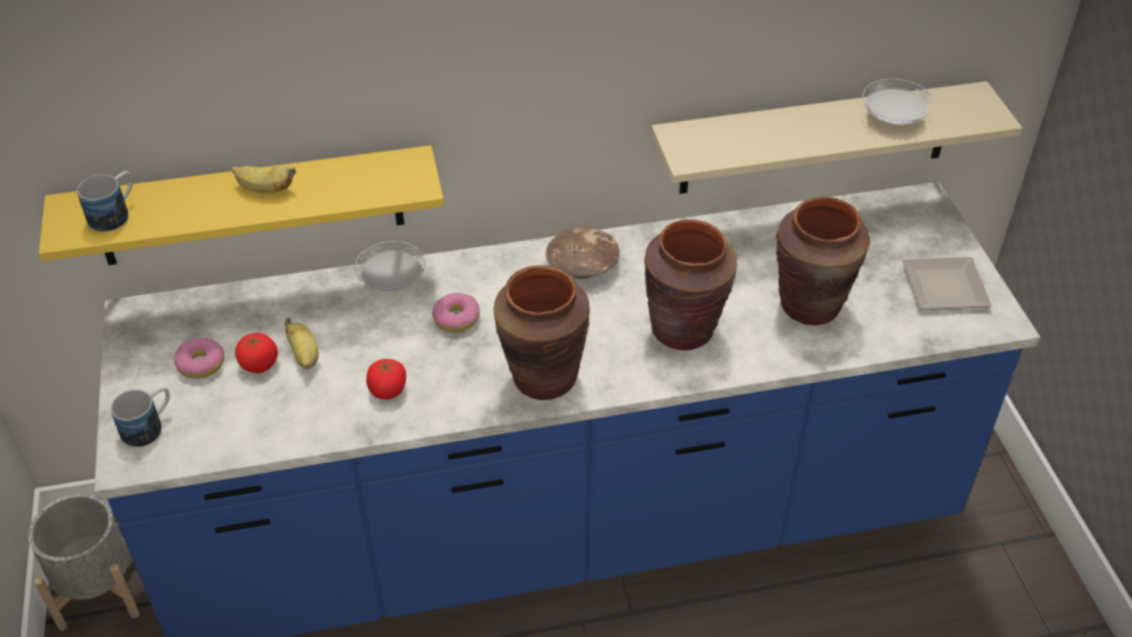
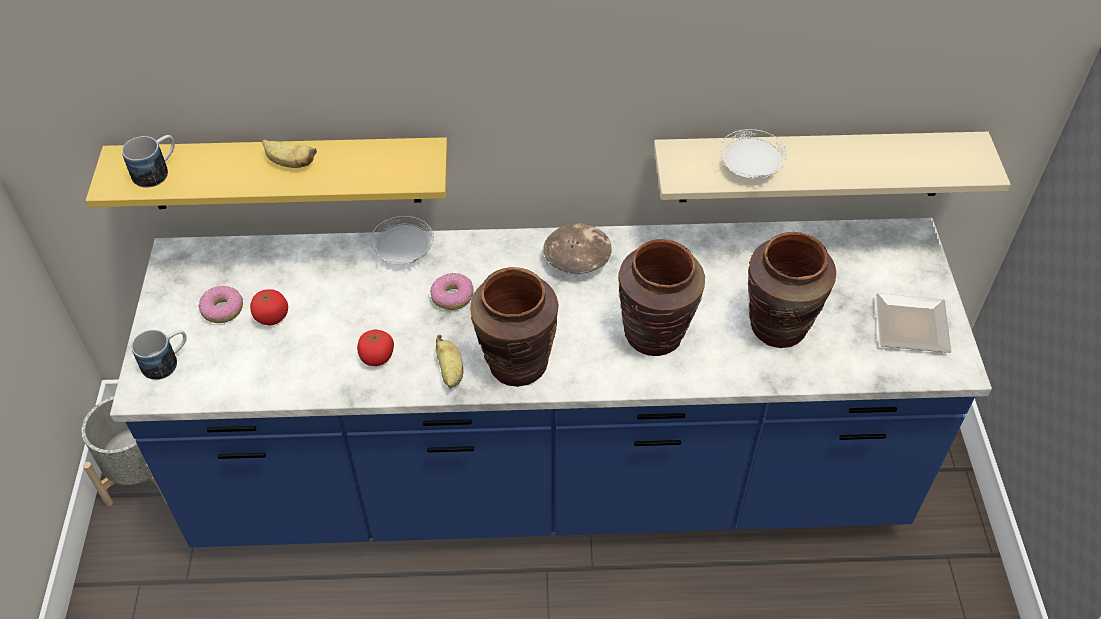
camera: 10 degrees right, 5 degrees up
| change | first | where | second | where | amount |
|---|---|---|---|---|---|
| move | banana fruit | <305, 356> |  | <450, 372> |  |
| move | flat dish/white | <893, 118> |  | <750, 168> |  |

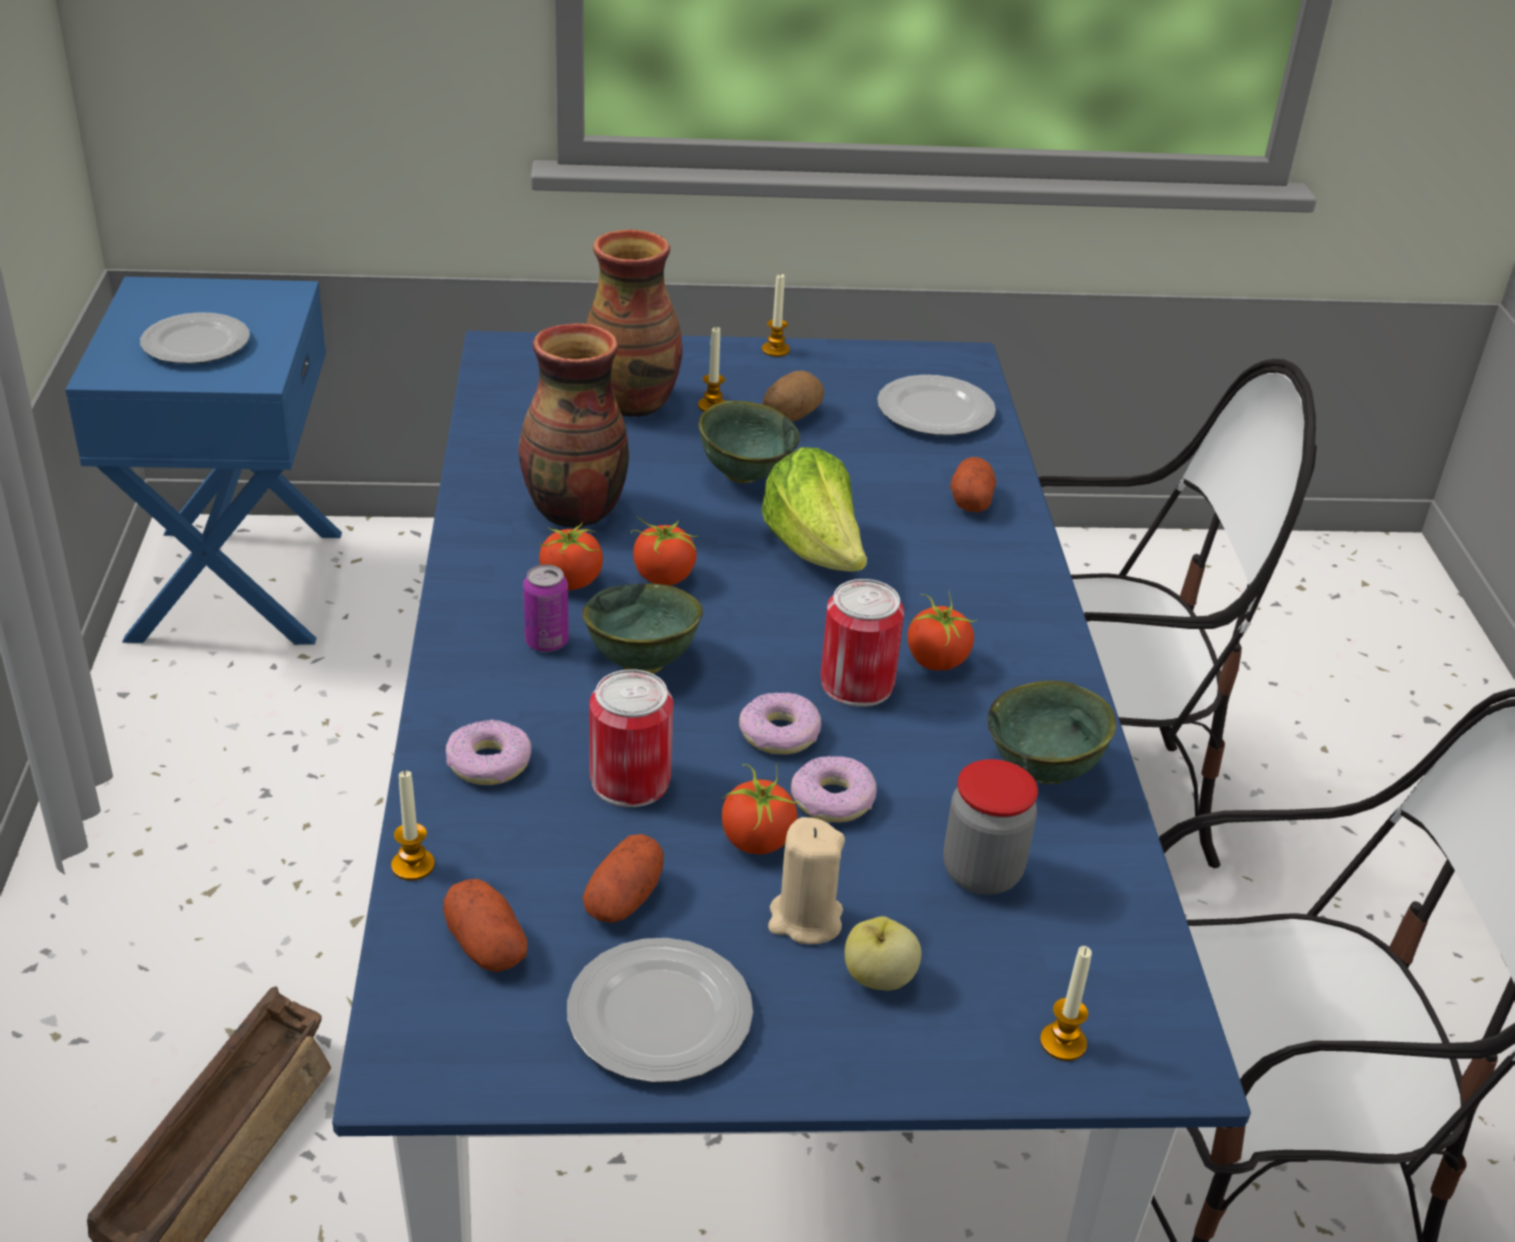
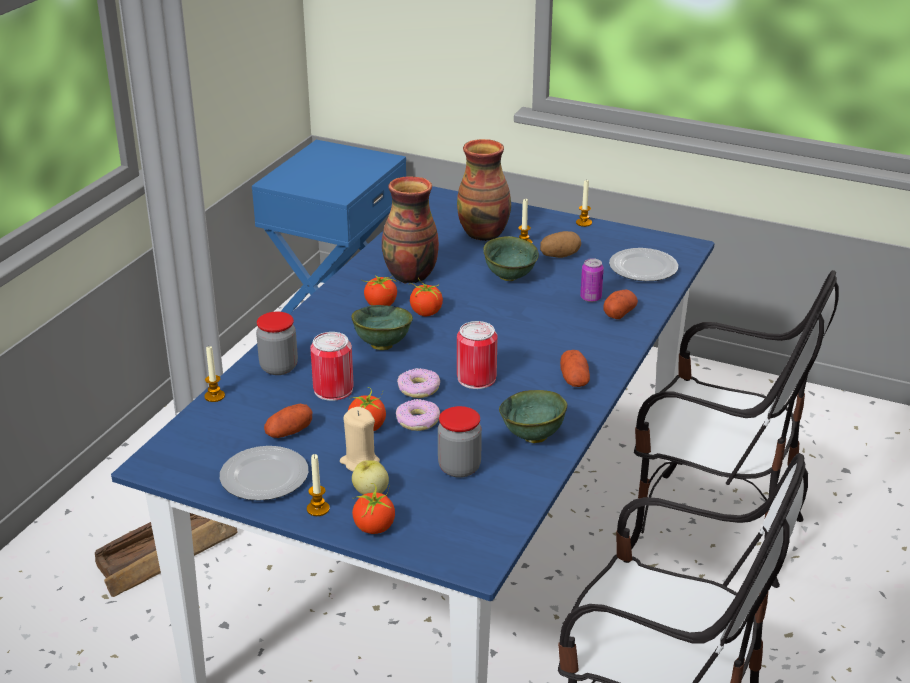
camera: 30 degrees right, 5 degrees down
| change | first | where | second | where | amount |
|---|---|---|---|---|---|
| delete | flat dish | <195, 344> |  |  |  |
| move | spud | <486, 945> |  | <574, 379> |  |
| replace | donut | <489, 763> | preserve jar | <279, 367> |  |
| move | can | <546, 642> |  | <590, 298> |  |
| delete | lettuce | <816, 552> |  |  |  |
| move | fresh tomato | <936, 661> |  | <374, 527> |  |
| move | wax candle | <1063, 1043> |  | <318, 509> |  |

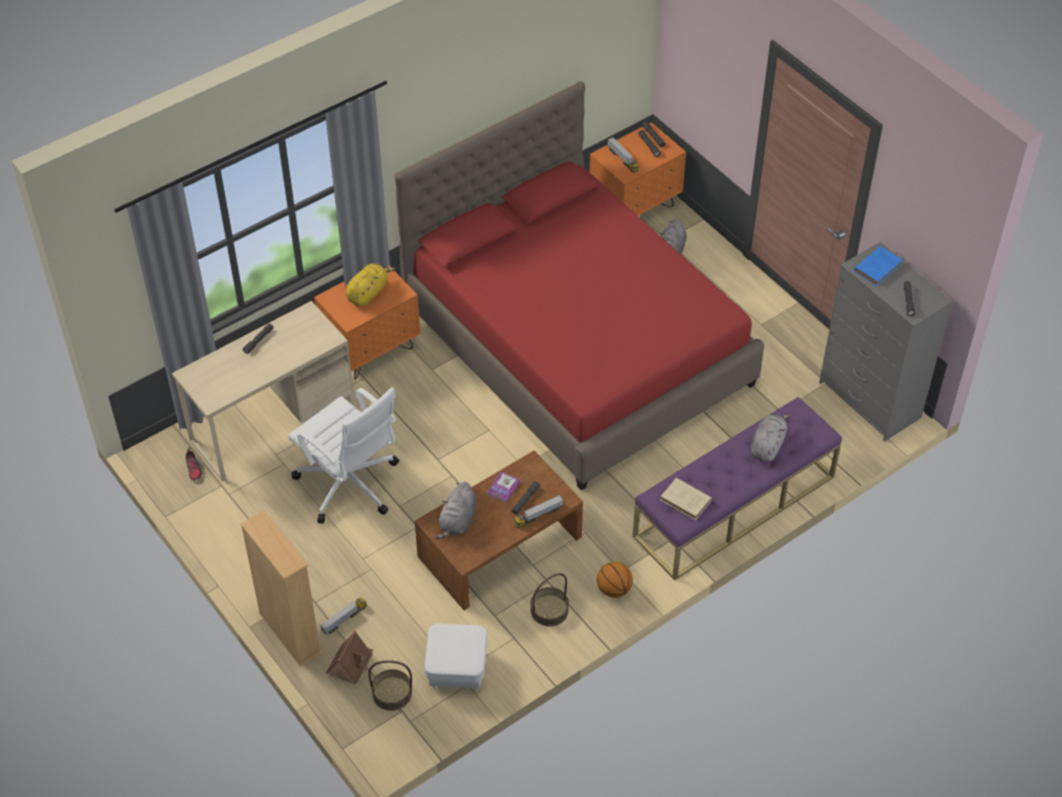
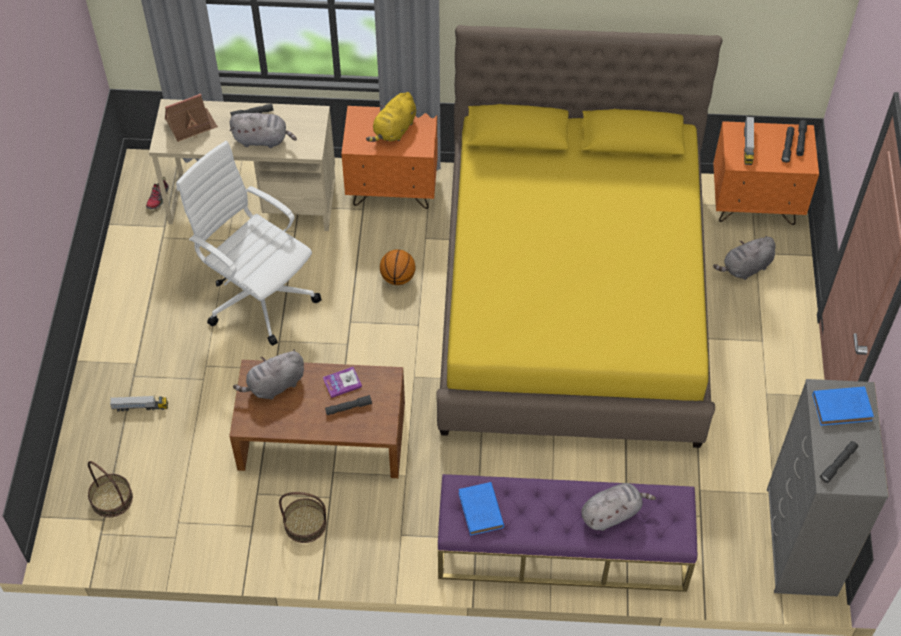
camera: 40 degrees right, 5 degrees up
| change | first | where | second | where | amount |
|---|---|---|---|---|---|
| delete | bookshelf/beige | <290, 633> |  |  |  |
| rotate | office chair/white | <350, 486> |  | <258, 295> | 135 degrees clockwise |
| move | model house | <350, 663> |  | <191, 125> |  |
| rotate | soft toy/yellow-coloured | <368, 293> |  | <394, 130> | 135 degrees clockwise |
| recolor | bedroom bed/red-coloured | <578, 345> | bedroom bed/yellow-coloured | <572, 300> |  |
| delete | pouffe/white | <457, 669> |  |  |  |
| delete | toy lorry | <538, 515> |  |  |  |
| move | ball for basketball | <614, 589> |  | <398, 277> |  |
| recolor | volume/beige | <686, 501> | volume/bluish | <481, 511> |  |
| insert |  |  | soft toy/gray | <263, 140> |  |

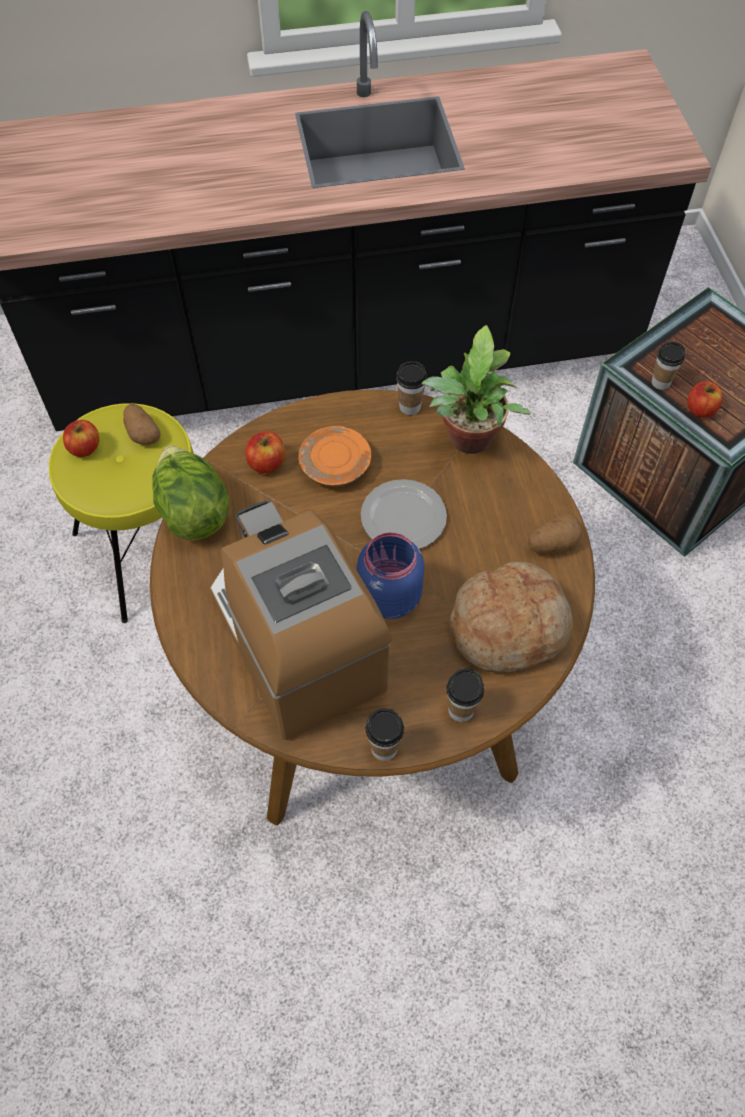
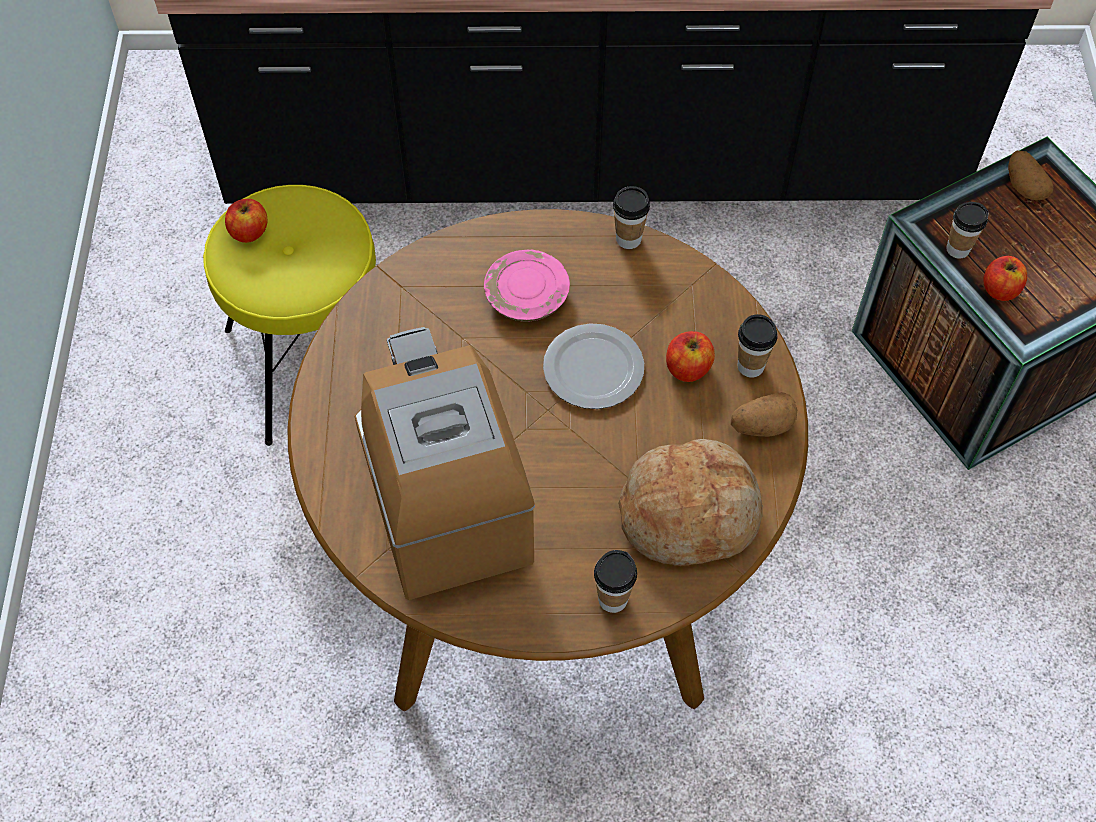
camera: 10 degrees right, 0 degrees up
| change | first | where | second | where | amount |
|---|---|---|---|---|---|
| move | spud | <142, 433> |  | <1023, 186> |  |
| delete | lettuce | <193, 511> |  |  |  |
| move | apple | <266, 463> |  | <687, 368> |  |
| recolor | flat dish/orange-coloured | <335, 465> | flat dish/pinkish | <527, 296> |  |
| delete | preserve jar/bluish | <387, 597> |  |  |  |
| move | small cup | <384, 748> |  | <750, 366> |  |
| delete | potted plant | <468, 442> |  |  |  |

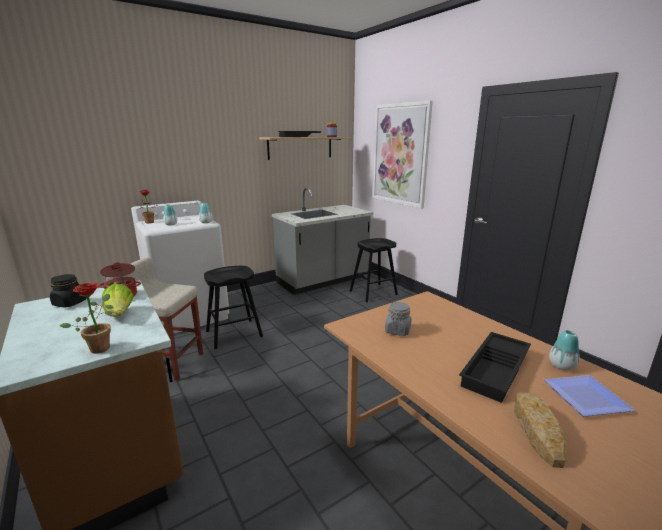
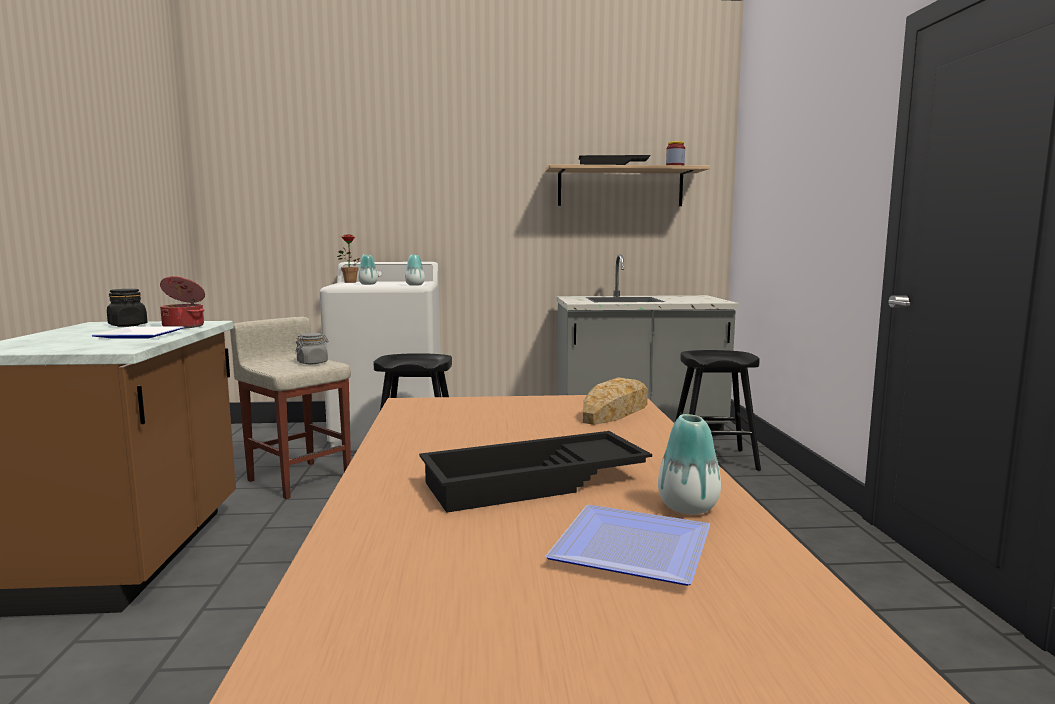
camera: 30 degrees right, 10 degrees down
| change | first | where | second | where | amount |
|---|---|---|---|---|---|
| delete | potted plant | <101, 346> |  |  |  |
| replace | lettuce | <120, 315> | flat dish | <143, 335> |  |
| delete | wall art | <400, 155> |  |  |  |
| move | preserve jar/gray | <397, 330> |  | <312, 363> |  |
| move | bakery bread | <536, 430> |  | <615, 412> |  |

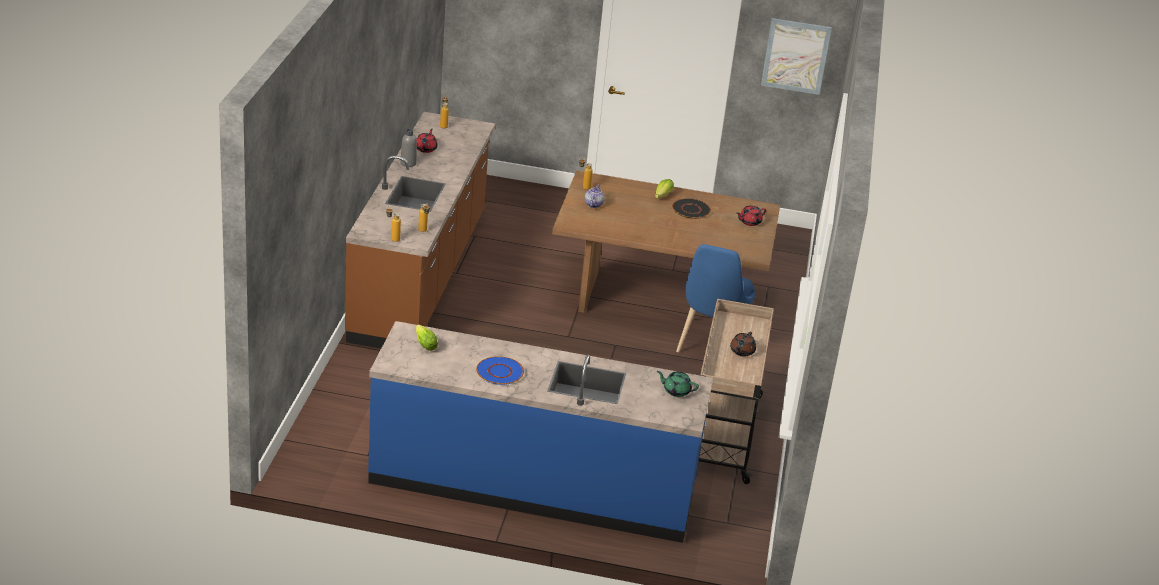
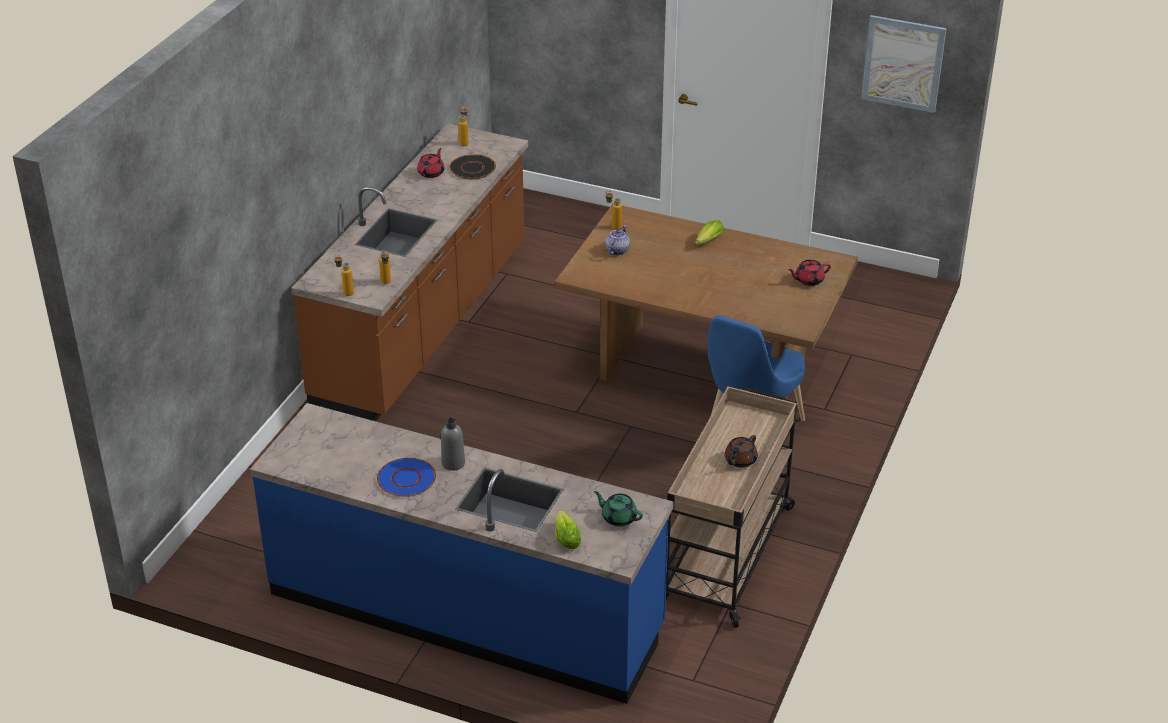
camera: 15 degrees right, 5 degrees up
| change | first | where | second | where | amount |
|---|---|---|---|---|---|
| move | drink bottle/gray | <408, 163> |  | <453, 463> |  |
| move | lettuce | <424, 343> |  | <566, 537> |  |
| move | flat dish/black | <691, 209> |  | <472, 168> |  |

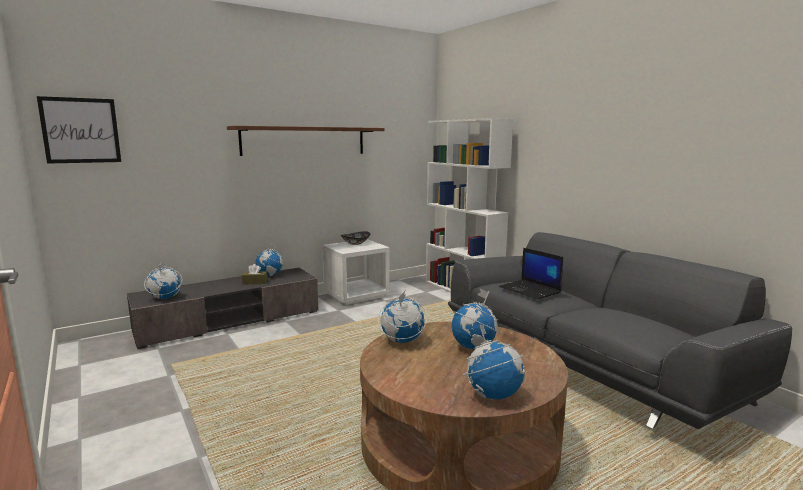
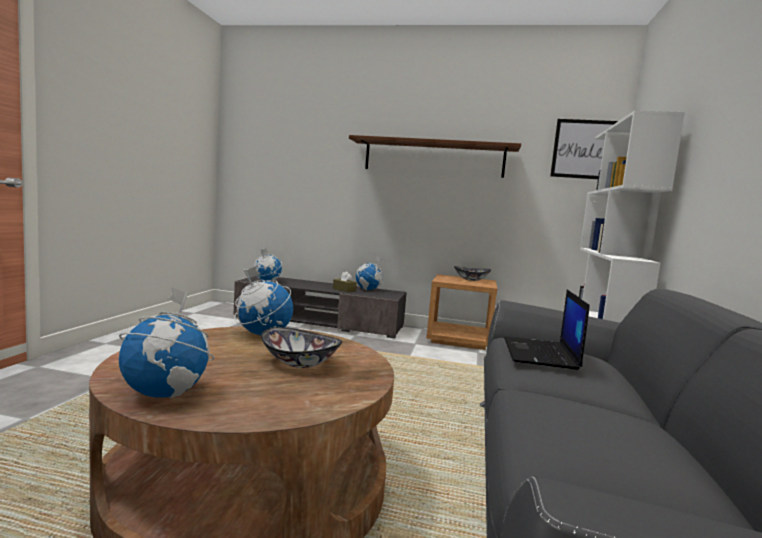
camera: 45 degrees right, 5 degrees down
| change | first | where | second | where | amount |
|---|---|---|---|---|---|
| move | wall art | <81, 130> |  | <583, 149> |  |
| recolor | nightstand/white | <356, 295> | nightstand/brown-coloured | <459, 340> |  |
| replace | desk globe | <474, 347> | serving bowl | <299, 363> |  |

